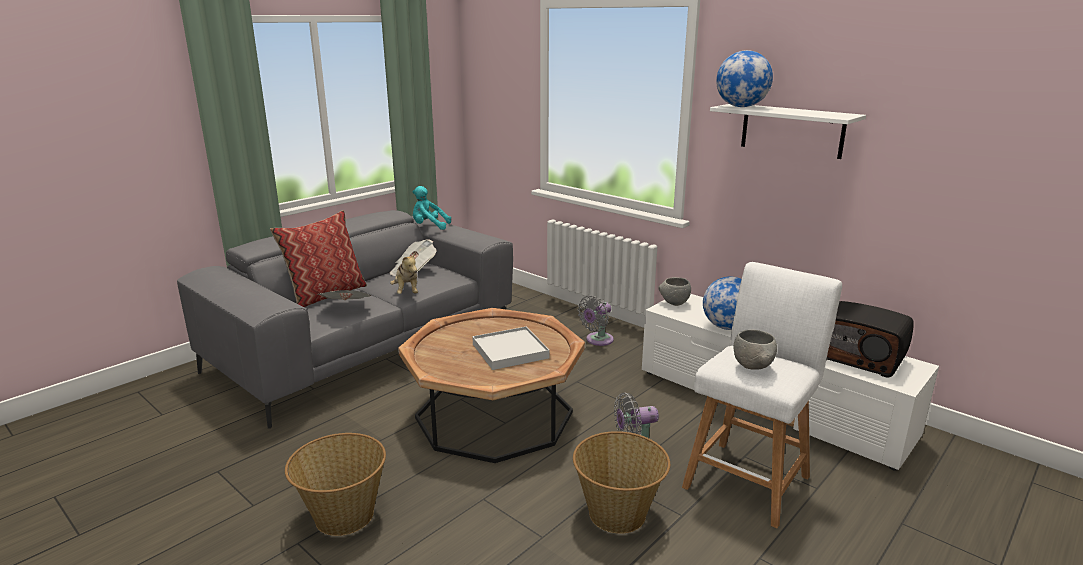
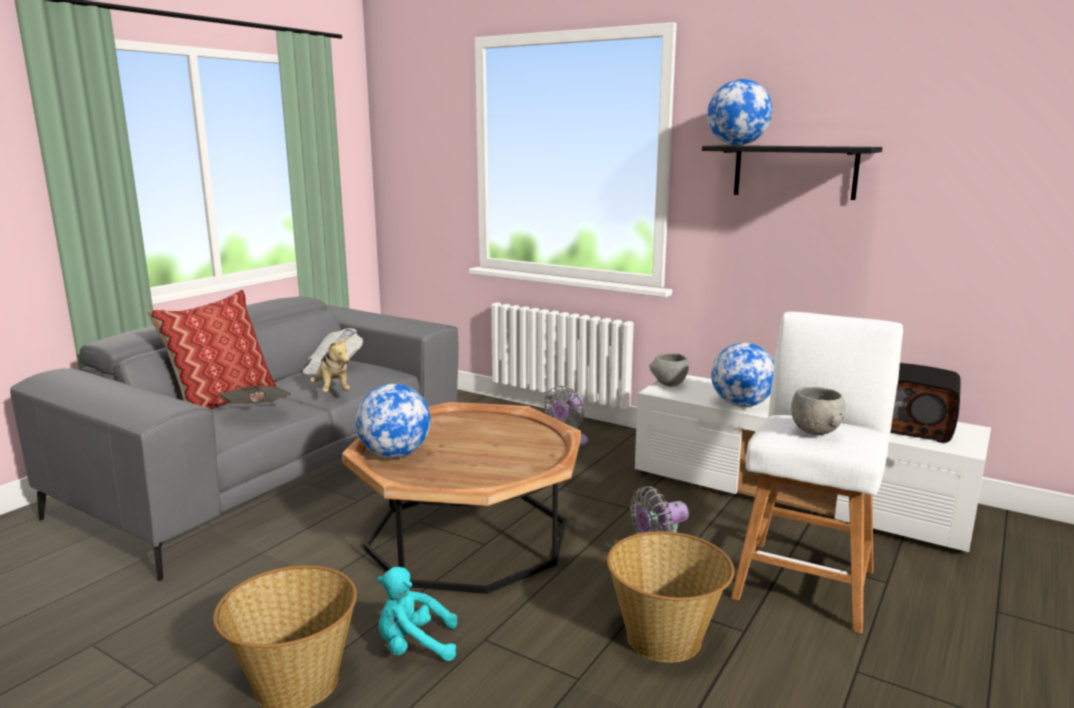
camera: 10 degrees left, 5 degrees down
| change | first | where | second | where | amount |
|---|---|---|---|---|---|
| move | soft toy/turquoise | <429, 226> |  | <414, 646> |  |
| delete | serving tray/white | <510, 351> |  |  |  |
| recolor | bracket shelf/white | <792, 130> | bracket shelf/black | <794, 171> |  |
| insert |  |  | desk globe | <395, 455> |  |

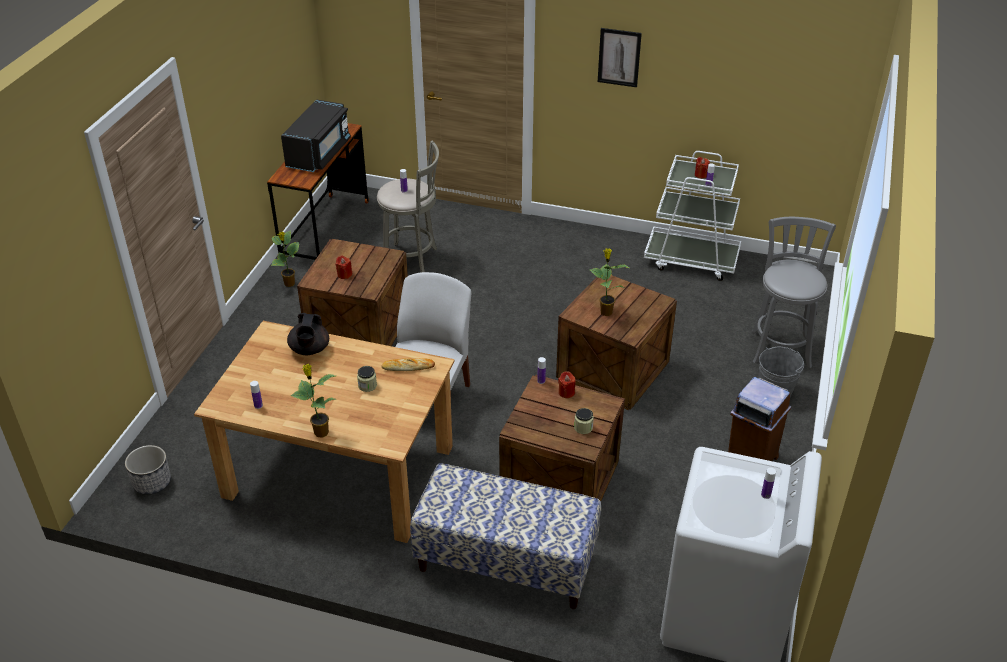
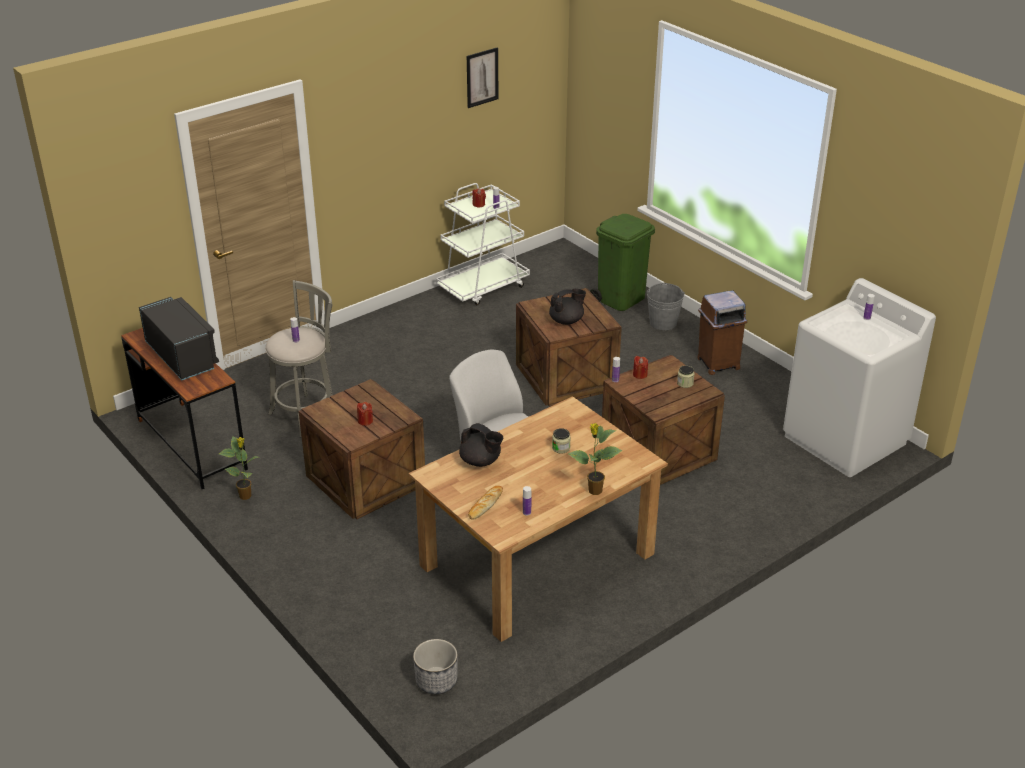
camera: 55 degrees left, 5 degrees down
| change | first | where | second | where | amount |
|---|---|---|---|---|---|
| move | bakery bread | <408, 367> |  | <485, 505> |  |
| delete | long seat | <505, 563> |  |  |  |
| replace | potted plant | <605, 311> | pot for tea/black | <567, 321> |  |
| move | wall art | <619, 57> |  | <482, 77> |  |
| replace | sitting stool/gray | <780, 346> | rubbish bin/green | <621, 298> |  |

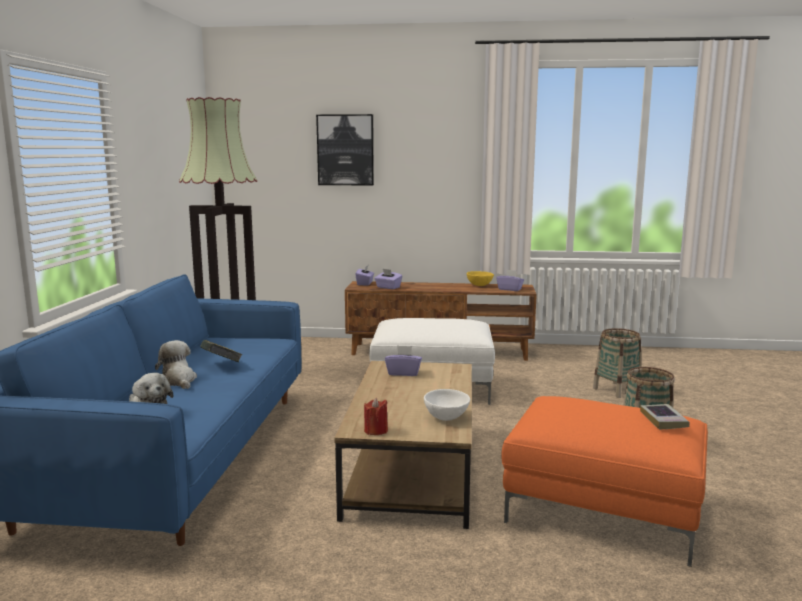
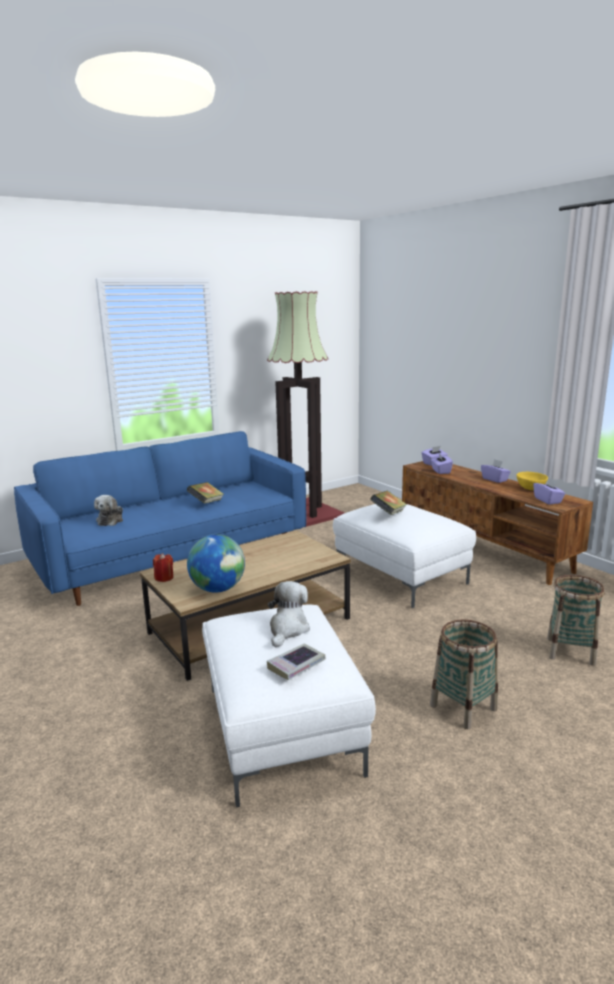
camera: 50 degrees right, 5 degrees up
| change | first | where | second | where | amount |
|---|---|---|---|---|---|
| move | soft toy | <179, 381> |  | <287, 629> |  |
| delete | wall art | <345, 150> |  |  |  |
| move | box of tissues/purple-coloured | <403, 373> |  | <495, 479> |  |
| replace | serving bowl/white | <447, 417> | desk globe | <218, 589> |  |
| recolor | pouffe/orange-coloured | <604, 511> | pouffe/white | <284, 730> |  |
| insert |  |  | volume | <388, 514> |  |

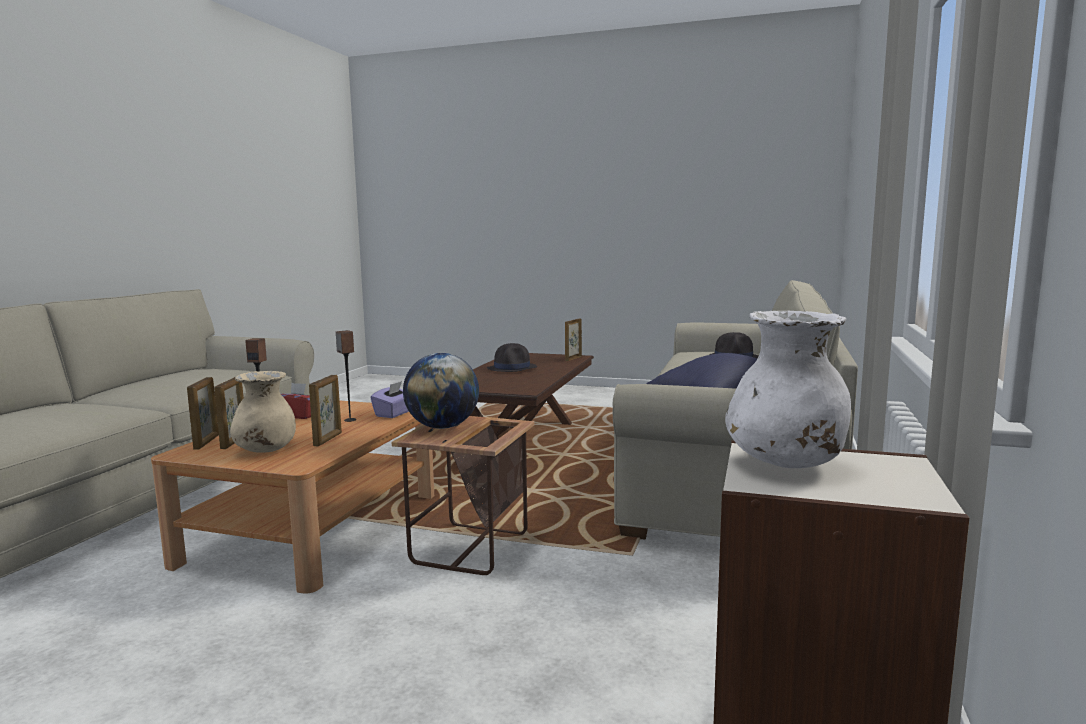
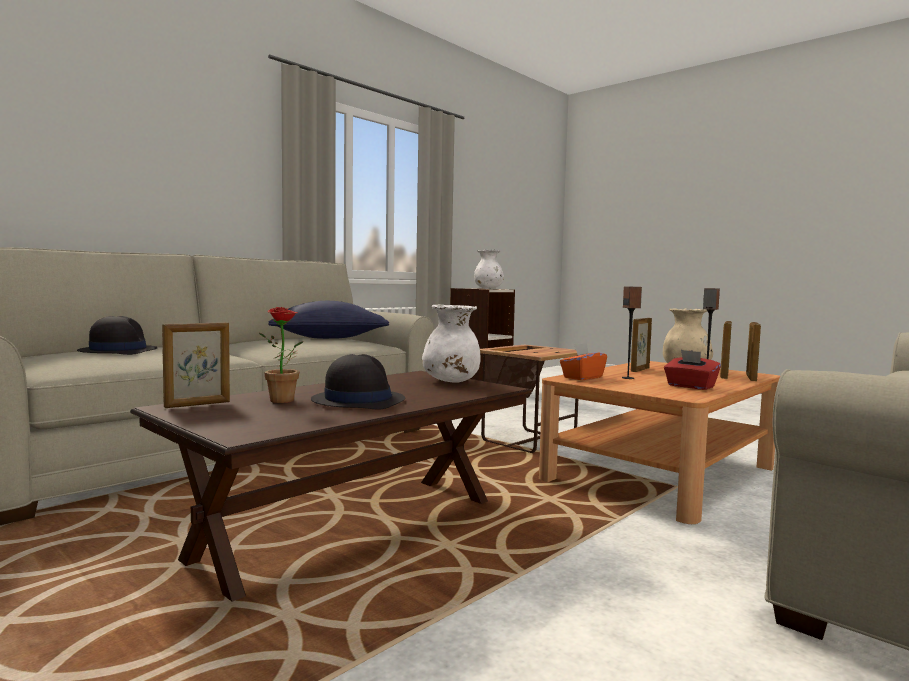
camera: 155 degrees left, 5 degrees down
| change | first | where | second | where | amount |
|---|---|---|---|---|---|
| recolor | box of tissues/purple-coloured | <394, 413> | box of tissues/orange-coloured | <582, 377> |  |
| delete | desk globe | <442, 427> |  |  |  |
| insert |  |  | potted plant | <286, 401> |  |
| insert |  |  | vase/white | <451, 382> |  |

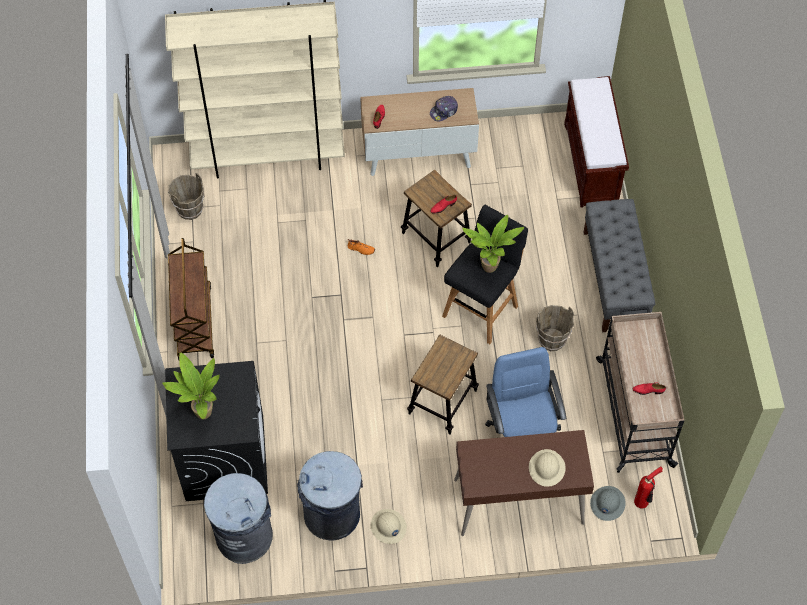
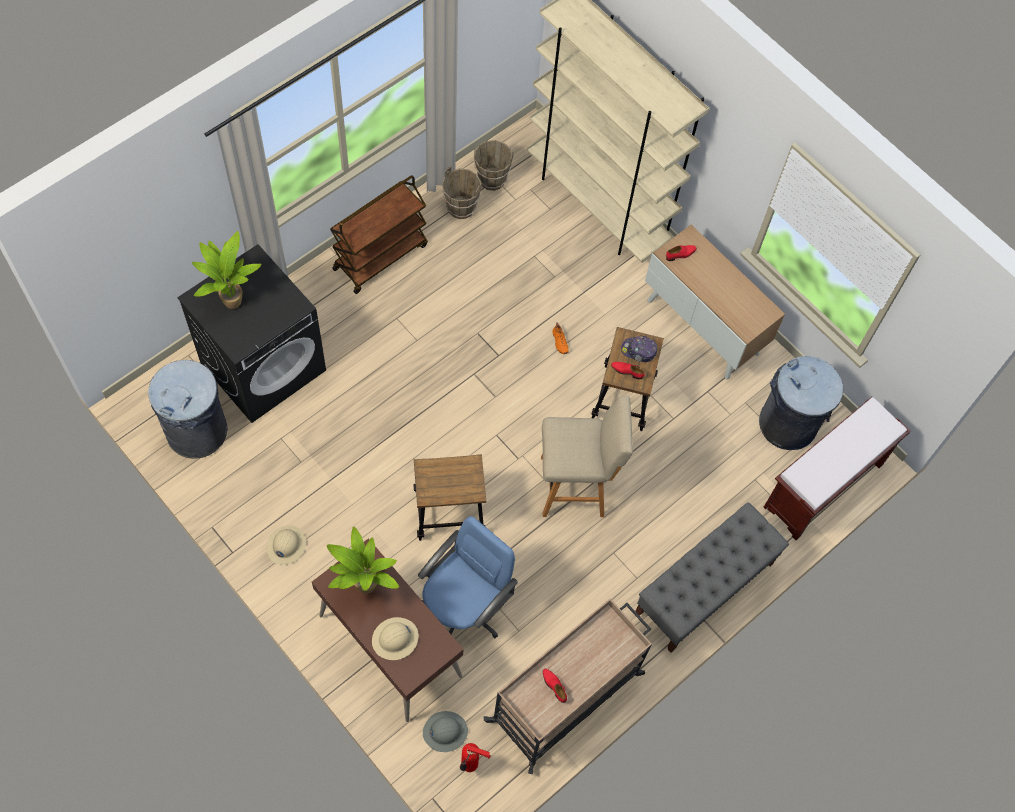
camera: 50 degrees right, 5 degrees up
| change | first | where | second | where | amount |
|---|---|---|---|---|---|
| move | rubbish bin/gray | <332, 515> |  | <788, 424> |  |
| move | baseball cap | <444, 111> |  | <638, 351> |  |
| recolor | sitting stool/black | <481, 309> | sitting stool/beige | <575, 486> |  |
| move | potted plant | <490, 269> |  | <364, 588> |  |
| move | bucket/brown-coloured | <552, 340> |  | <461, 208> |  |

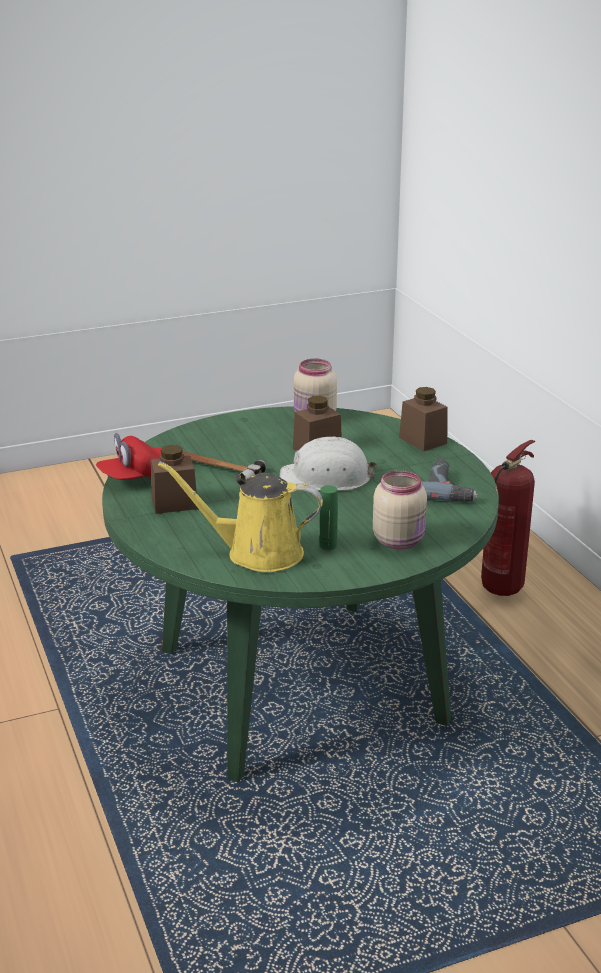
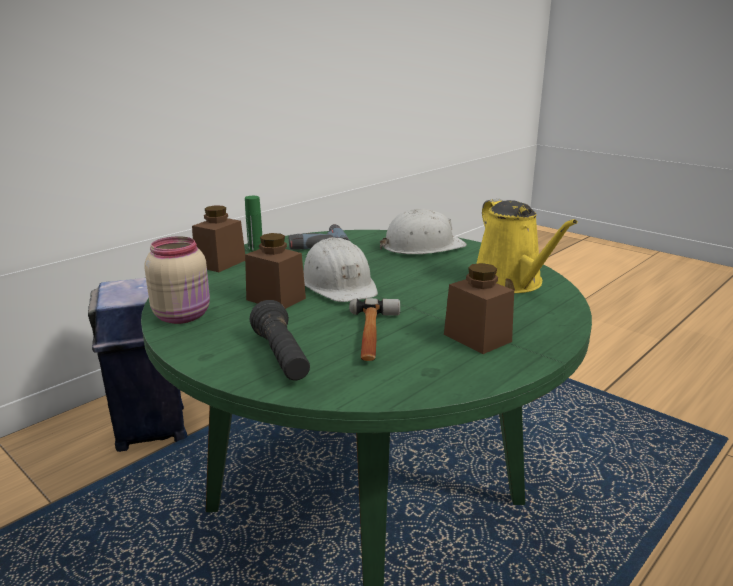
camera: 115 degrees left, 5 degrees down
| change | first | where | second | where | amount |
|---|---|---|---|---|---|
| delete | baseball cap/red-coloured | <138, 478> |  |  |  |
| move | drink bottle/green | <328, 545> |  | <255, 249> |  |
| replace | preserve jar/beige | <400, 541> | hard hat/white | <422, 246> |  |
| replace | extinguisher | <498, 592> | rubbish bin/bluish | <151, 428> |  |
| insert |  |  | torch/black | <282, 357> |  |

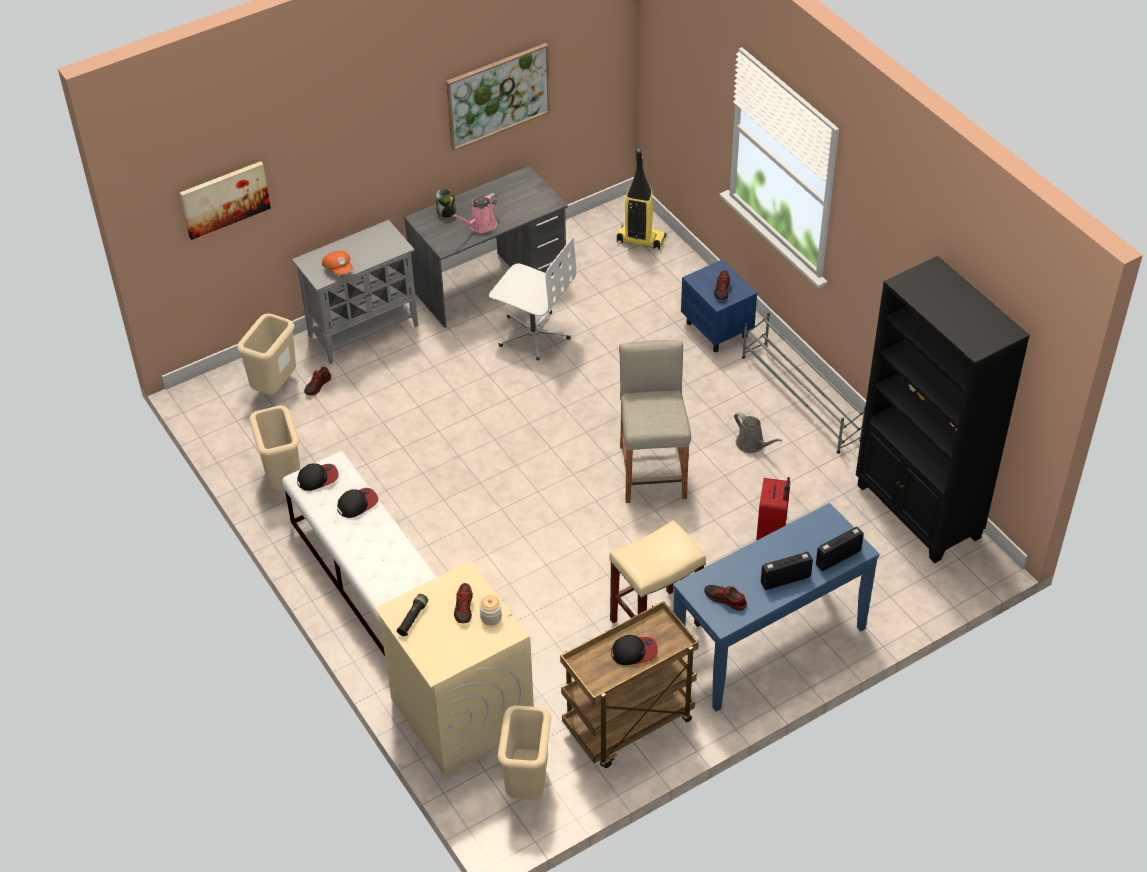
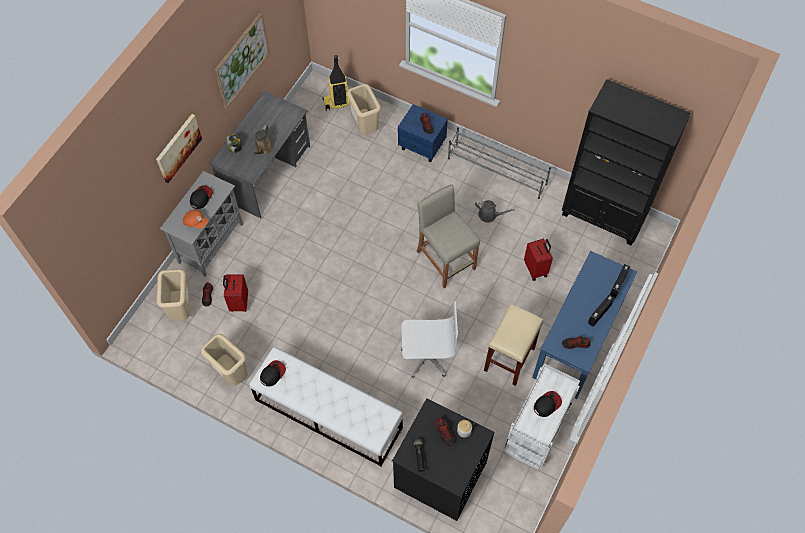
camera: 30 degrees left, 15 degrees up
| change | first | where | second | where | amount |
|---|---|---|---|---|---|
| move | wall art | <224, 199> |  | <178, 147> |  |
| move | baseball cap | <357, 504> |  | <201, 197> |  |
| recolor | washing machine/beige | <461, 712> | washing machine/black | <439, 474> |  |
| recolor | watering can/pinkish | <480, 225> | watering can/brown-coloured | <263, 148> |  |
| move | office chair/white | <533, 334> |  | <427, 356> |  |
| move | rubbish bin/beige | <526, 784> |  | <364, 127> |  |
| recolor | cart/brown-coloured | <628, 725> | cart/white | <536, 433> |  |
| insert |  |  | suitcase/red-coloured | <238, 302> |  |

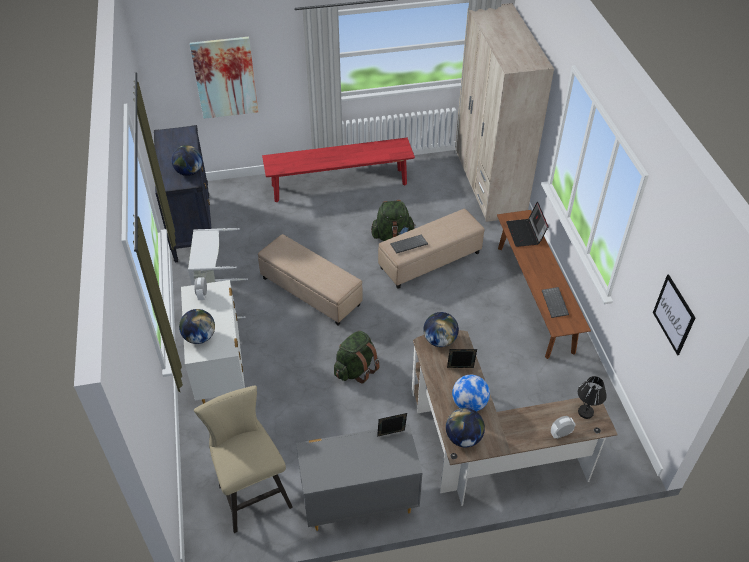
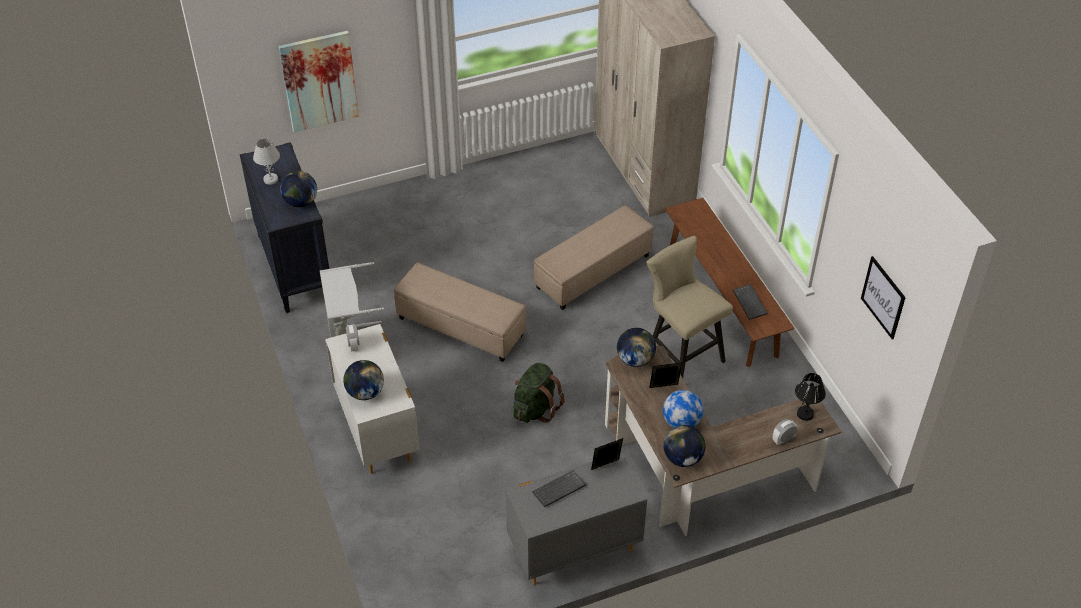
camera: 10 degrees left, 0 degrees up
| change | first | where | second | where | amount |
|---|---|---|---|---|---|
| move | sitting stool/beige | <252, 493> |  | <681, 355> |  |
| delete | long seat/red-coloured | <339, 185> |  |  |  |
| delete | knapsack/green | <392, 236> |  |  |  |
| move | computer keyboard | <408, 245> |  | <559, 490> |  |
| delete | laptop | <525, 233> |  |  |  |
| insert |  |  | tabletop lamp/white | <270, 179> |  |

